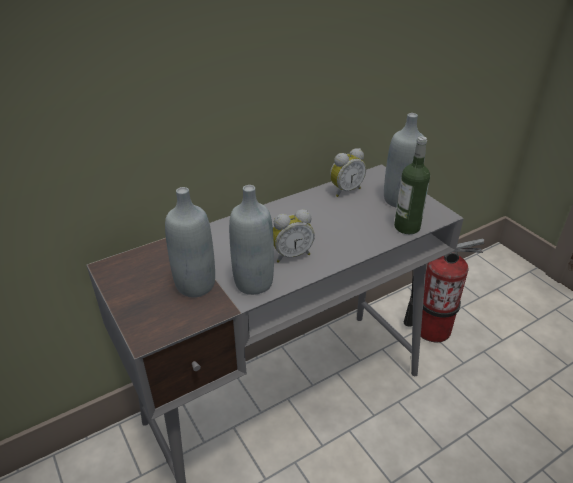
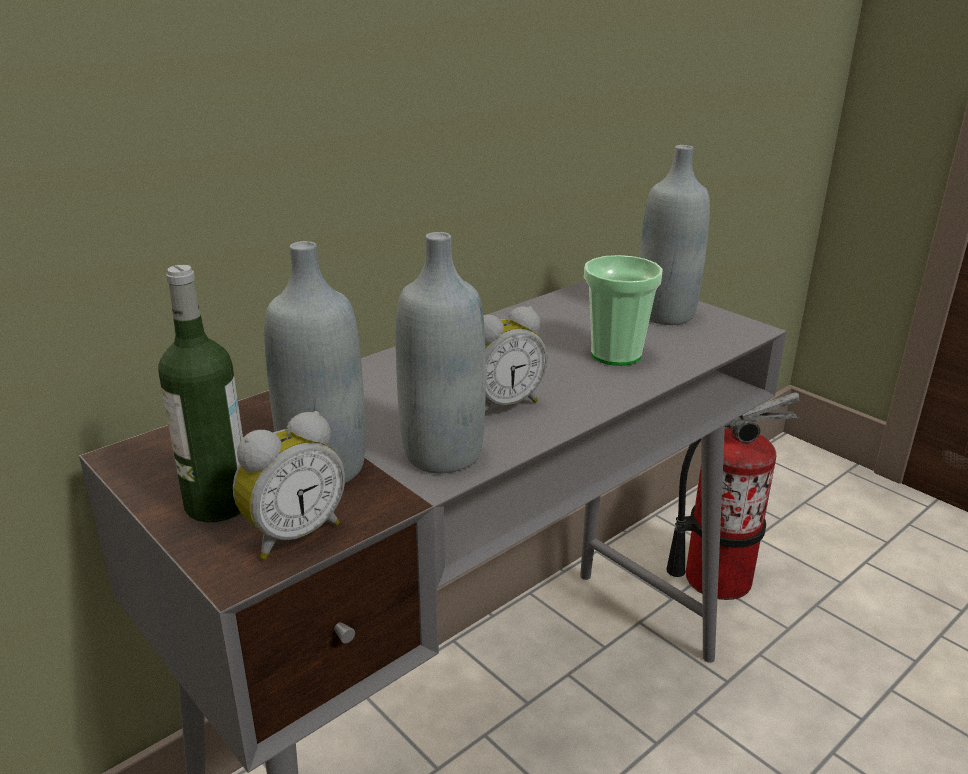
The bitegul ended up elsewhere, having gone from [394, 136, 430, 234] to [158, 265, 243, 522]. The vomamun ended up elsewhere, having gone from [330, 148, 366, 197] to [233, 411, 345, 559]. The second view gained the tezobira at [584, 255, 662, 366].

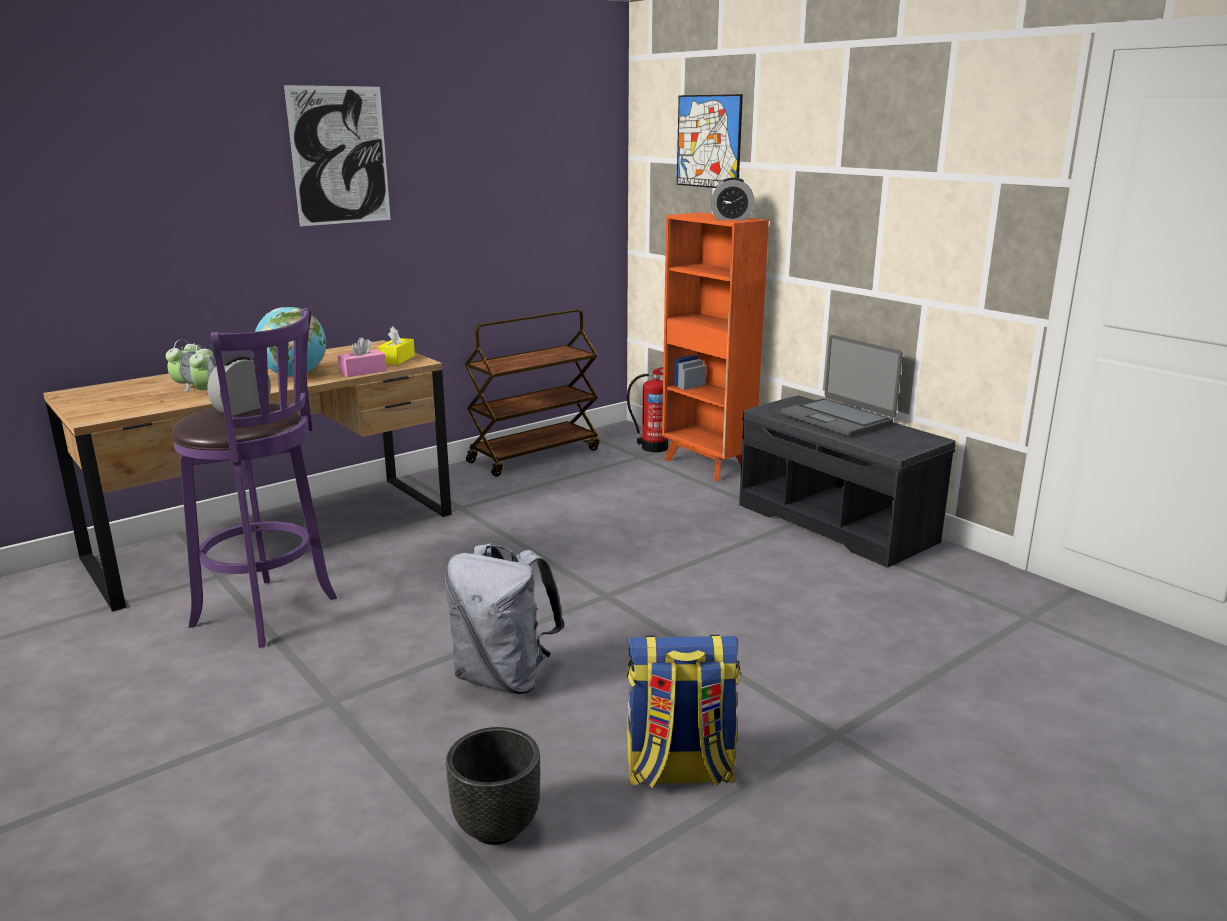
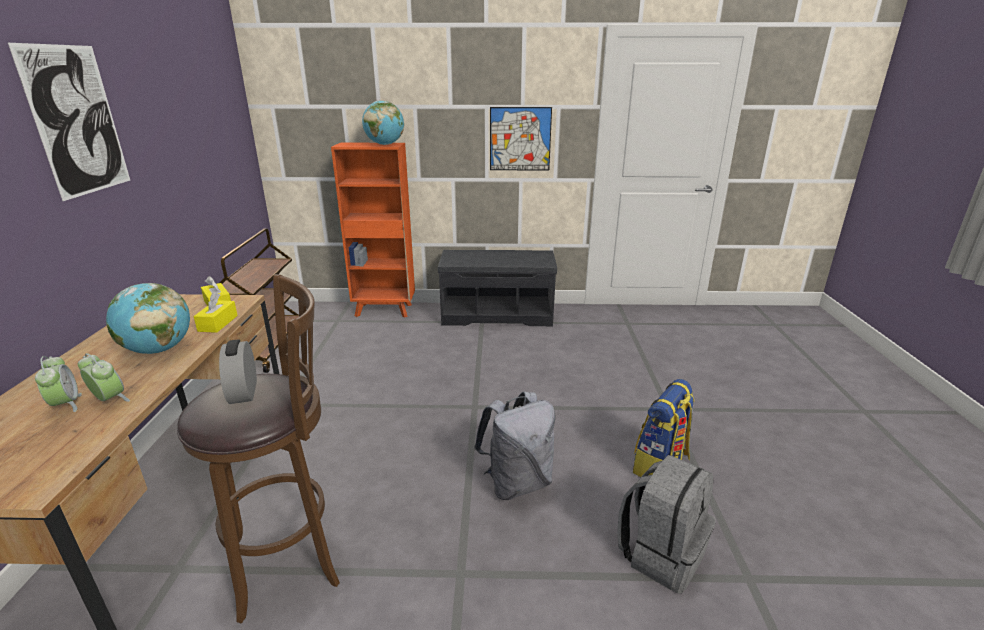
What was the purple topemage at [171, 308, 337, 648] turned into the brown topemage at [177, 274, 340, 623]. What was the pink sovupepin at [338, 337, 387, 377] turned into the yellow sovupepin at [193, 293, 238, 333]. Where the vomamun stood at [711, 178, 754, 220], the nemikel came to stand at [362, 101, 404, 145]. The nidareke ended up elsewhere, having gone from [677, 94, 743, 188] to [490, 107, 552, 170]. Where the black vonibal stood at [446, 727, 540, 845], the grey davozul came to stand at [617, 455, 716, 593]. The second view lost the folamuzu at [627, 367, 668, 452]. The second view lost the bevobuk at [781, 335, 903, 436].

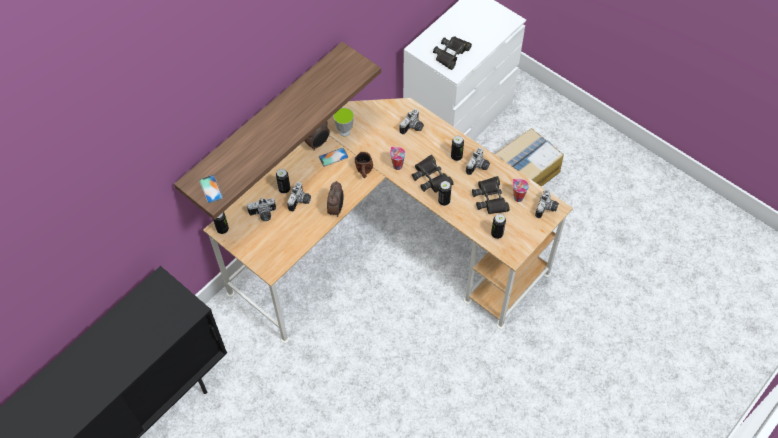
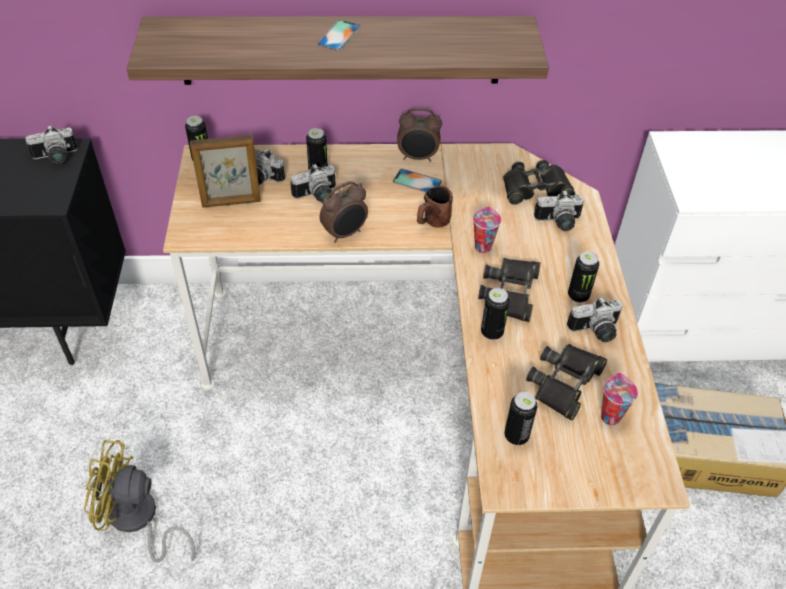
The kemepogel ended up elsewhere, having gone from [535, 189, 559, 218] to [25, 125, 78, 164]. The second view gained the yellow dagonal at [84, 440, 195, 563]. The second view gained the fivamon at [190, 135, 261, 207]. The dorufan ended up elsewhere, having gone from [199, 175, 223, 203] to [317, 20, 361, 51]. The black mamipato ended up elsewhere, having gone from [433, 37, 472, 70] to [503, 160, 575, 205]. The second view lost the tezobira at [333, 107, 354, 136].

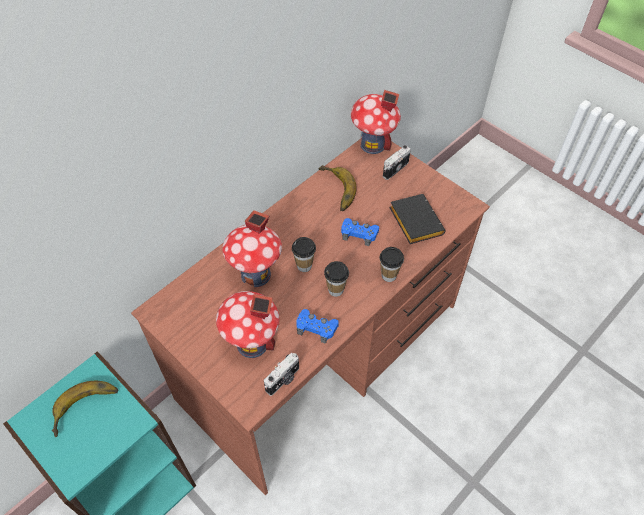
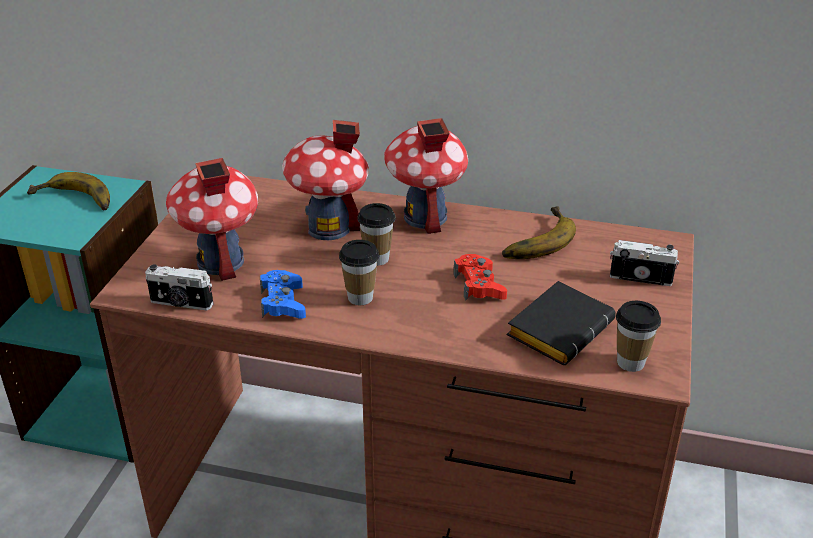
The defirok ended up elsewhere, having gone from [351, 90, 401, 154] to [384, 118, 468, 234]. What was the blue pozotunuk at [341, 218, 379, 246] turned into the red pozotunuk at [453, 254, 507, 301]. The tezobira ended up elsewhere, having gone from [379, 247, 404, 282] to [616, 301, 661, 372].

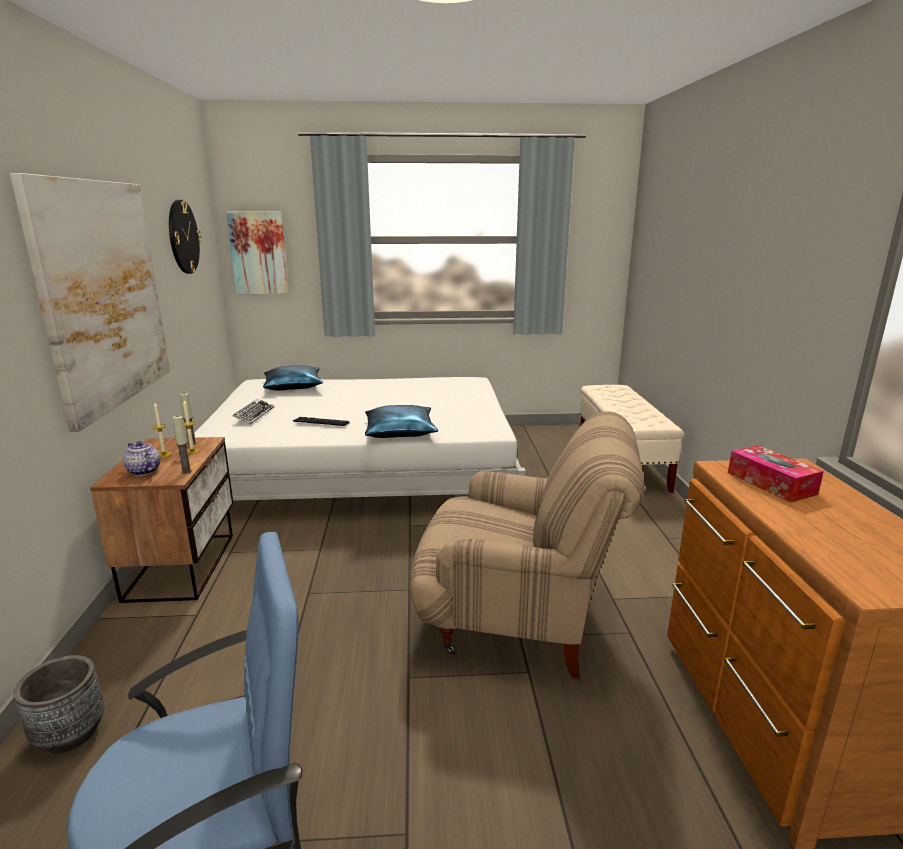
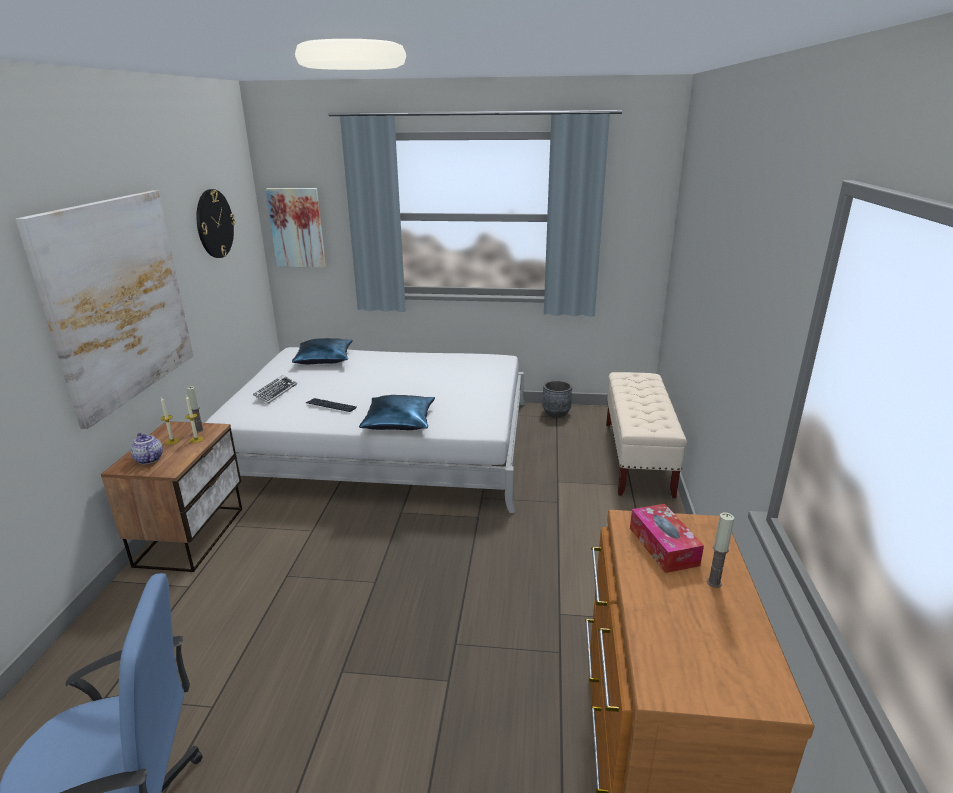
The grey vonibal ended up elsewhere, having gone from [13, 655, 104, 753] to [542, 380, 572, 417]. The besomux ended up elsewhere, having gone from [172, 416, 192, 474] to [707, 512, 734, 588]. The second view lost the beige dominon at [409, 411, 644, 679].

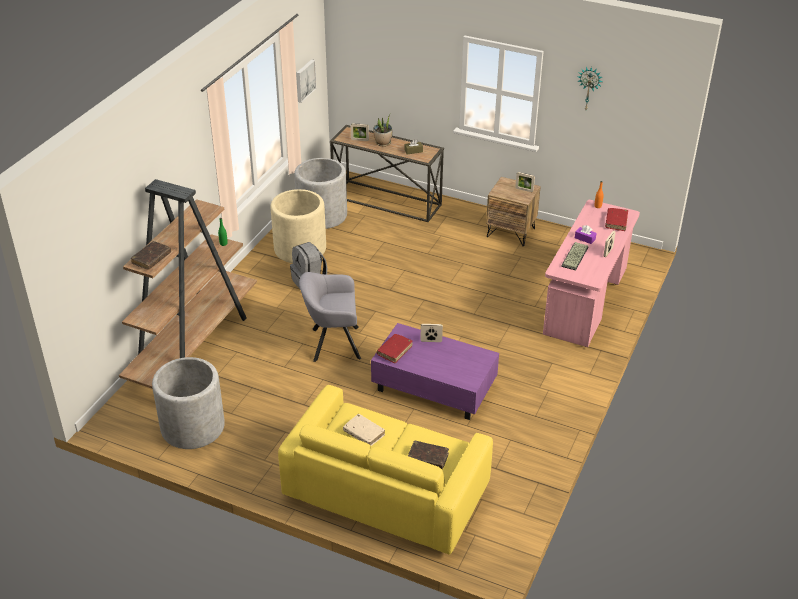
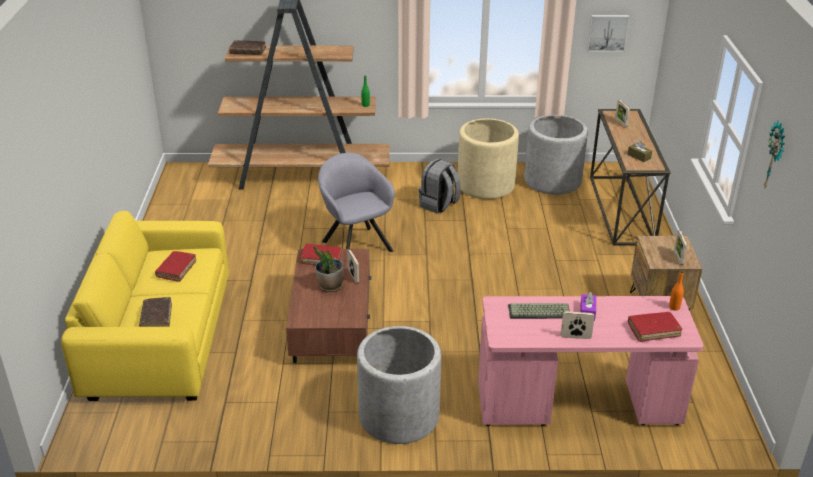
What was the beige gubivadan at [343, 414, 385, 446] turned into the red gubivadan at [155, 251, 196, 282]. What was the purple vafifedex at [371, 323, 499, 420] turned into the brown vafifedex at [286, 249, 371, 363]. The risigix ended up elsewhere, having gone from [373, 113, 392, 146] to [314, 246, 344, 292]. The grey vonibal ended up elsewhere, having gone from [152, 357, 225, 449] to [357, 326, 441, 444].

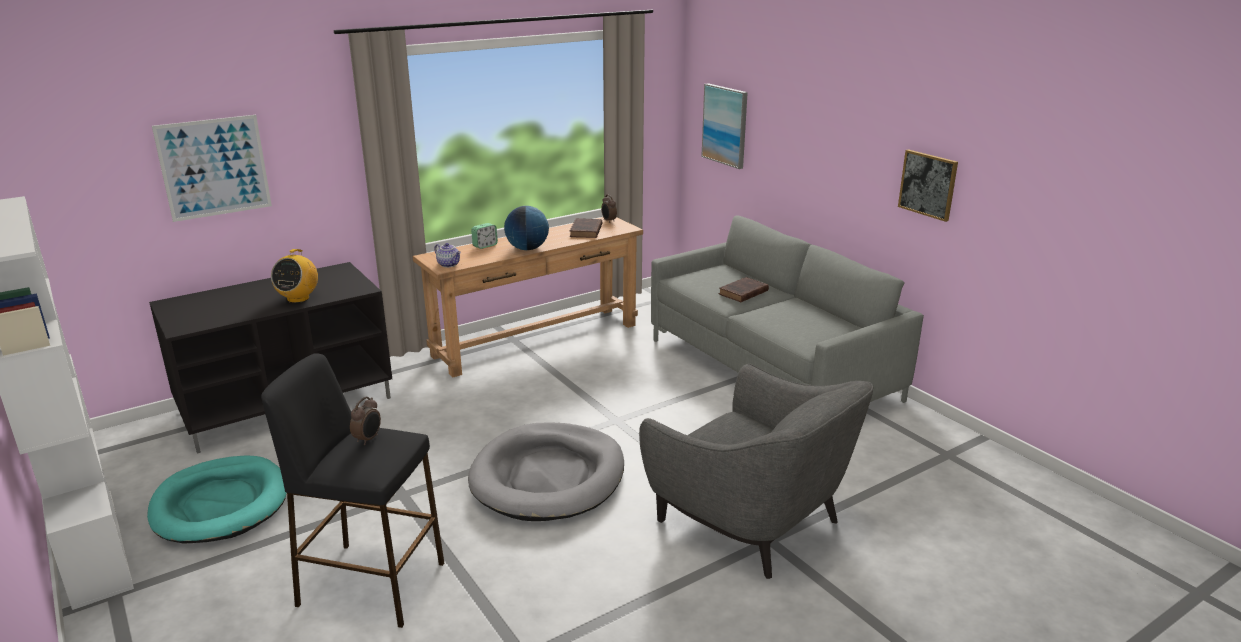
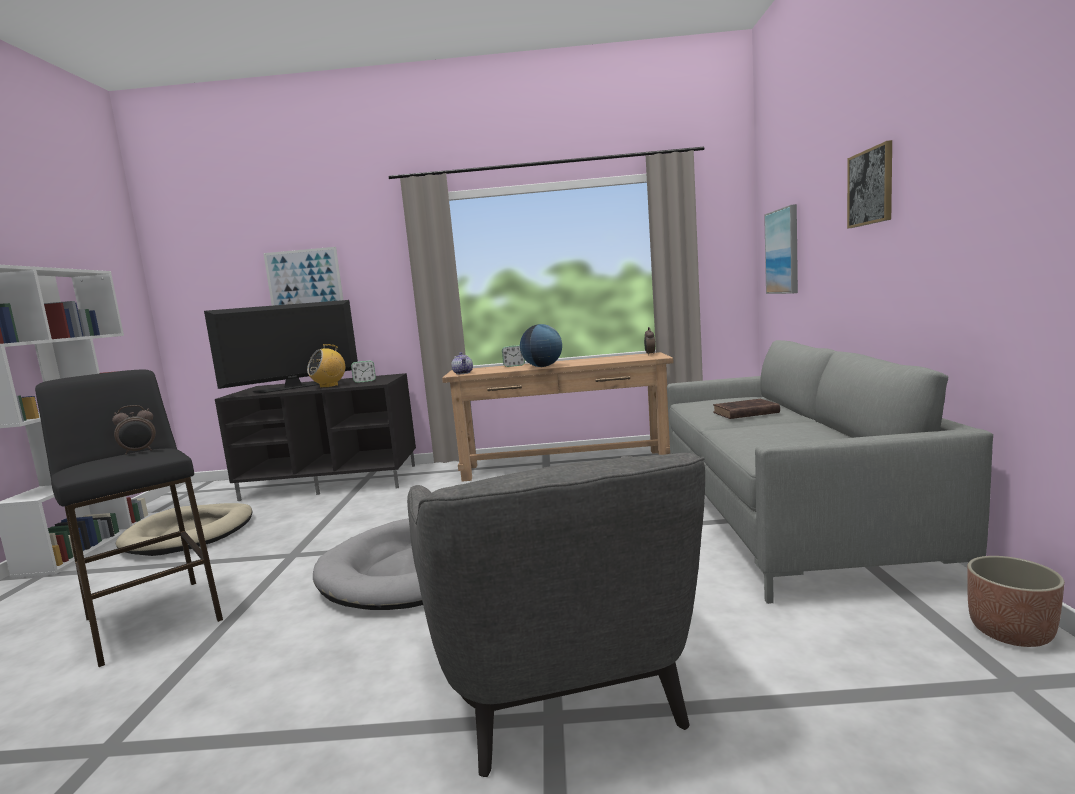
What was the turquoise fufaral at [147, 455, 287, 544] turned into the beige fufaral at [116, 503, 252, 556]. The second view gained the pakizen at [204, 300, 358, 393]. The second view gained the vomamun at [351, 361, 376, 383]. The nidareke ended up elsewhere, having gone from [898, 149, 958, 222] to [847, 140, 892, 229]. The second view gained the vonibal at [967, 556, 1065, 647]. The second view lost the brown gubivadan at [570, 218, 602, 238].

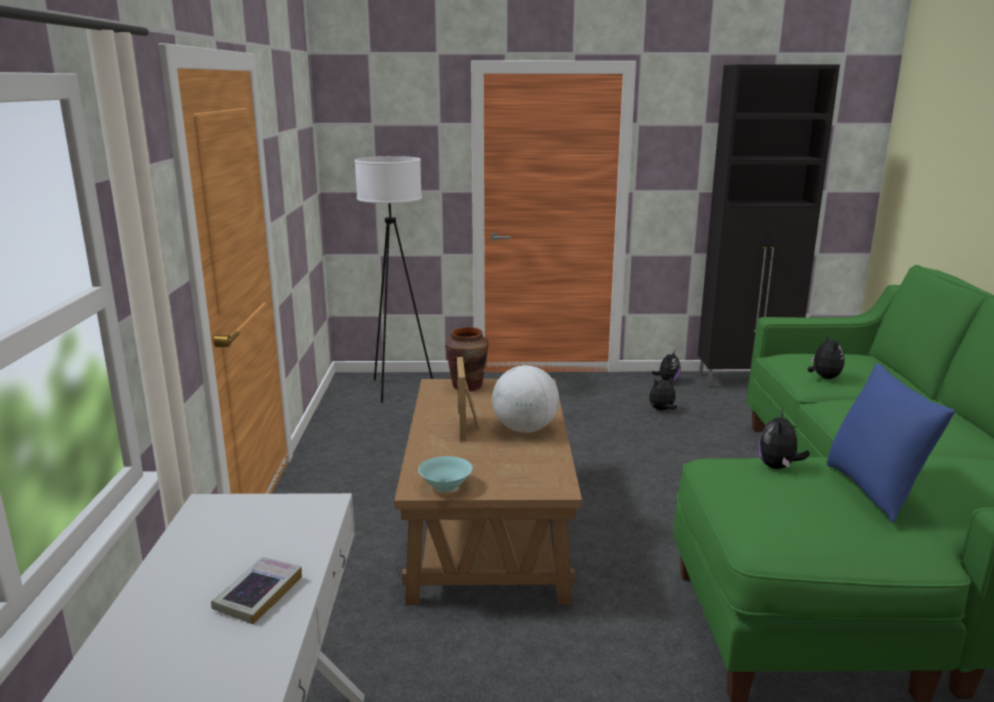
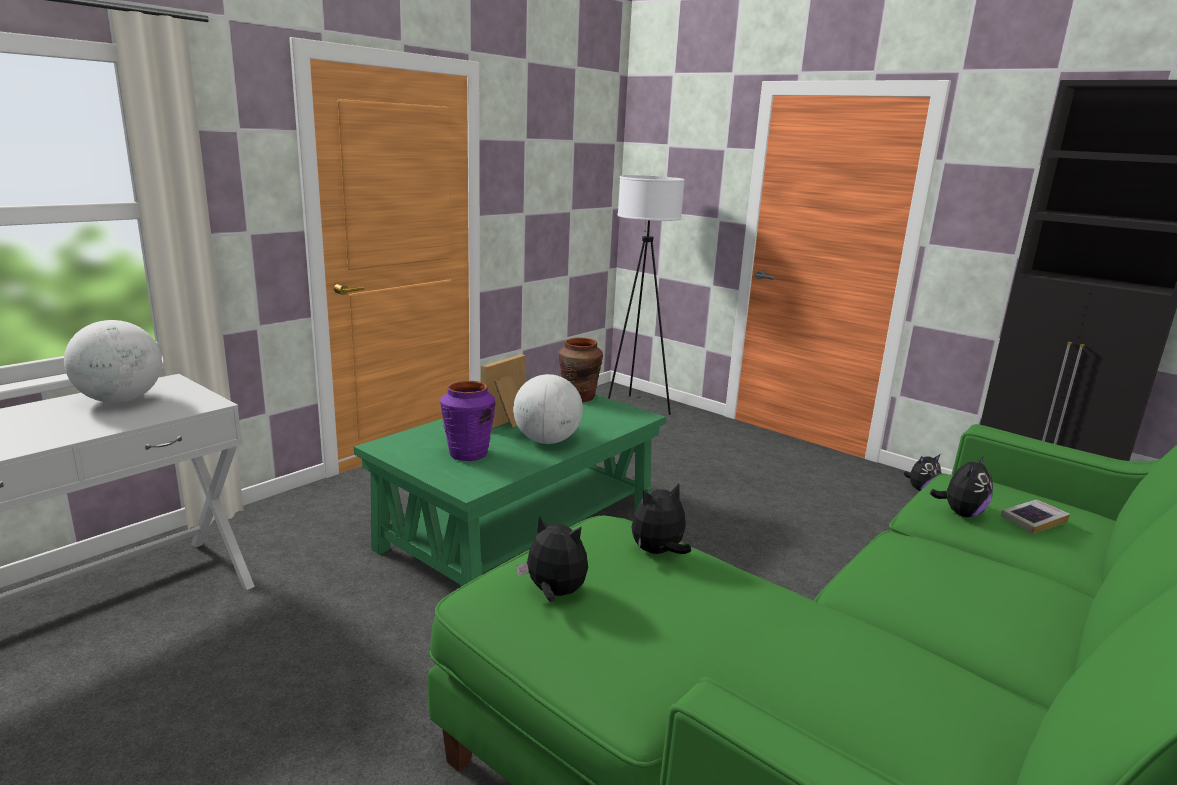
The second view gained the nemikel at [64, 320, 162, 403]. What was the brown vafifedex at [394, 379, 582, 605] turned into the green vafifedex at [354, 394, 666, 586]. The second view gained the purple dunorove at [440, 381, 496, 461]. The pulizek ended up elsewhere, having gone from [649, 378, 677, 411] to [516, 515, 588, 602]. The gubivadan ended up elsewhere, having gone from [211, 557, 302, 624] to [1000, 500, 1070, 534]. The second view lost the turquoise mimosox at [418, 456, 473, 492]. The second view lost the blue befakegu at [826, 363, 955, 523].

